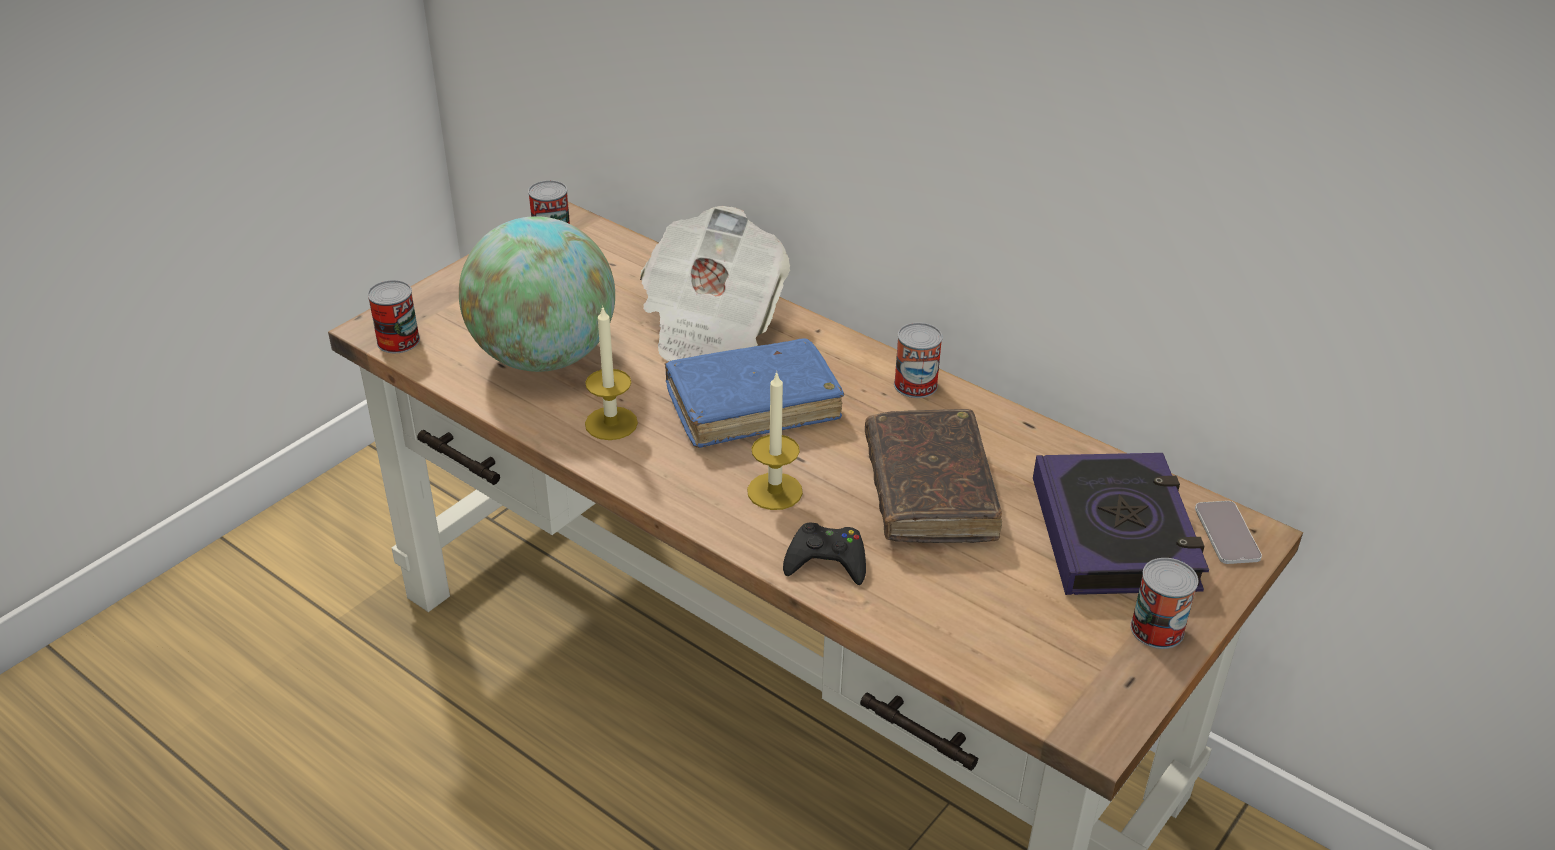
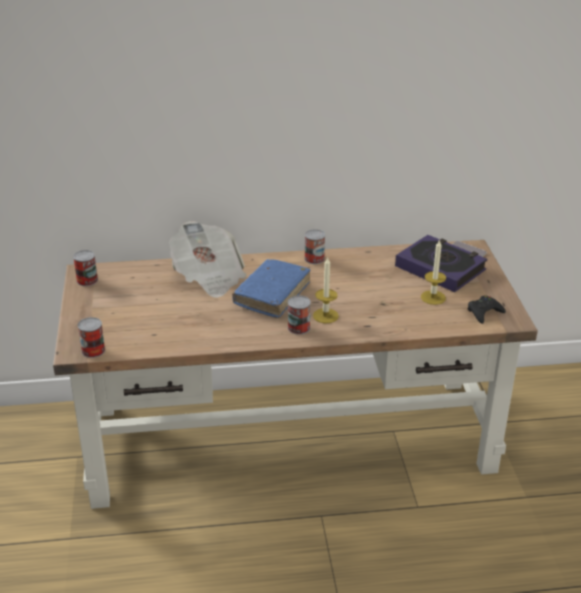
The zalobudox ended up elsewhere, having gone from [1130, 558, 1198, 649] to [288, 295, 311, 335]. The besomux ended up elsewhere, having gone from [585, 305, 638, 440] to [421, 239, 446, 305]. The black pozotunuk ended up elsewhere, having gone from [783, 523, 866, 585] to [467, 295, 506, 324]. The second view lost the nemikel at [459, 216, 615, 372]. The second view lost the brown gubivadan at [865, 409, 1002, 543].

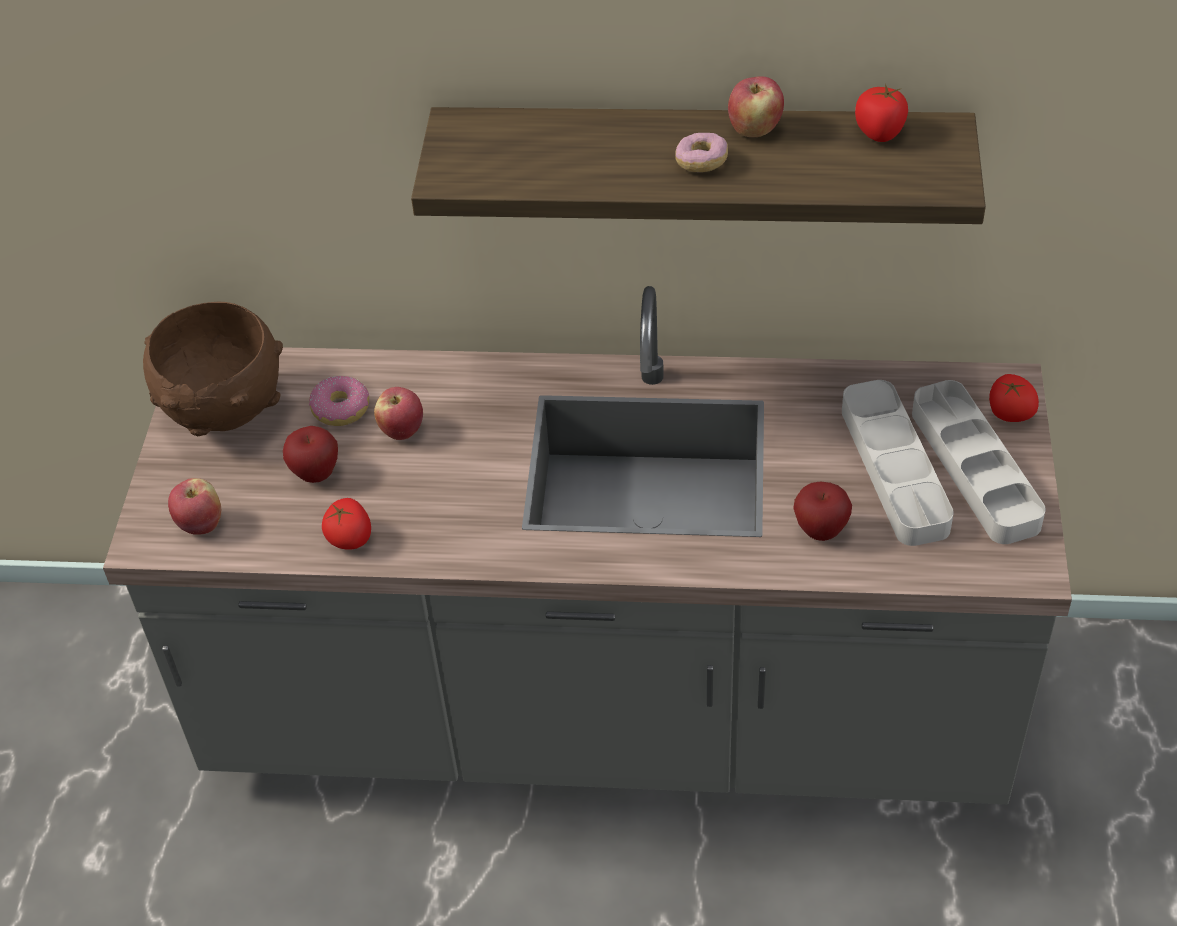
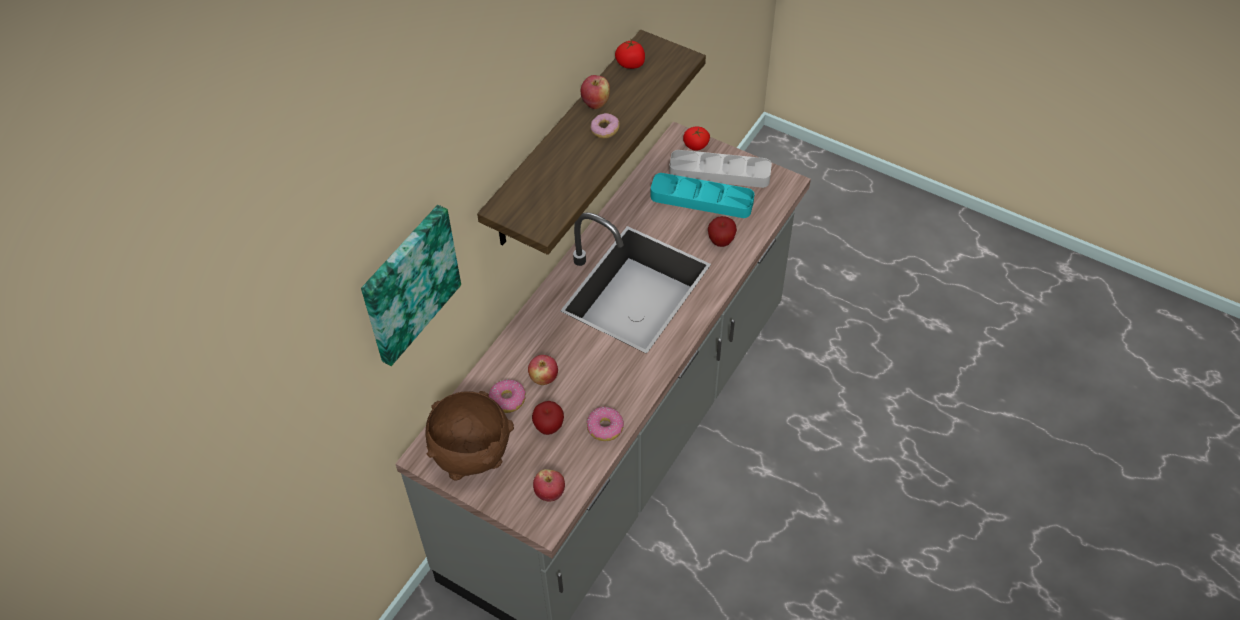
The second view gained the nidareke at [361, 205, 461, 366]. Where the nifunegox stood at [322, 498, 371, 550], the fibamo came to stand at [587, 407, 624, 441]. What was the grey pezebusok at [842, 380, 954, 546] turned into the turquoise pezebusok at [651, 173, 754, 218].

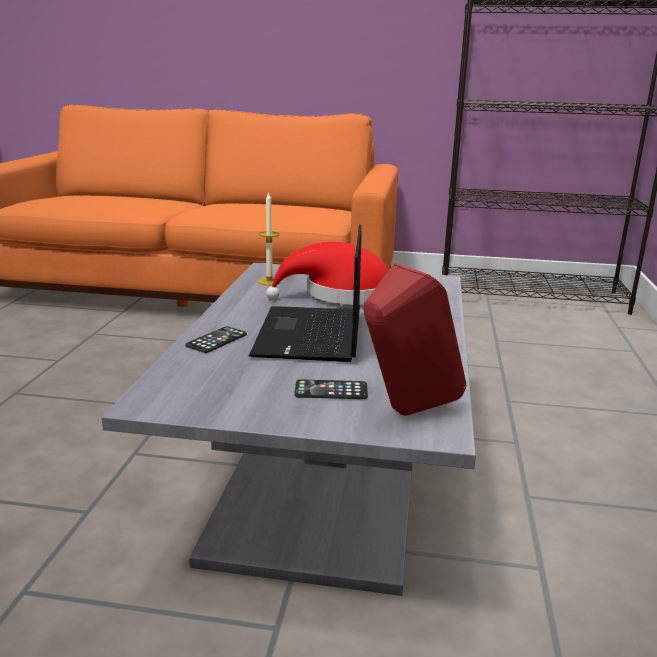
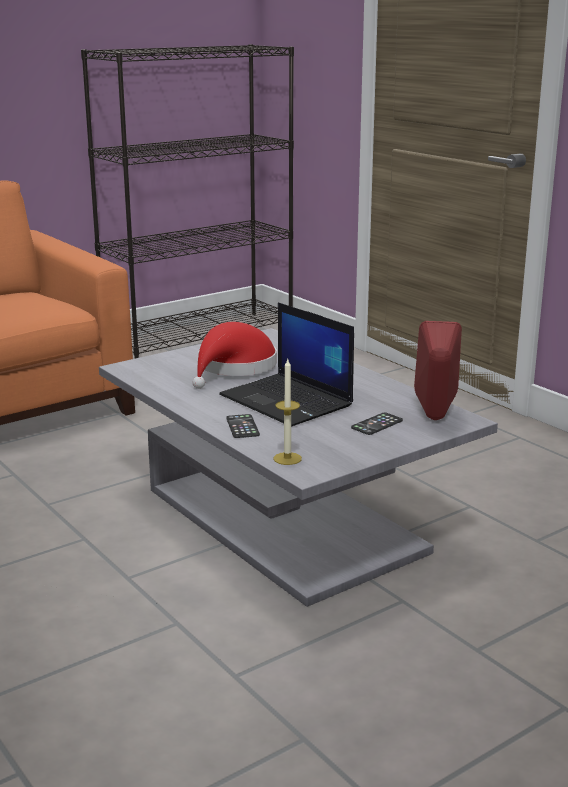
The besomux ended up elsewhere, having gone from [258, 191, 282, 285] to [273, 359, 302, 465].

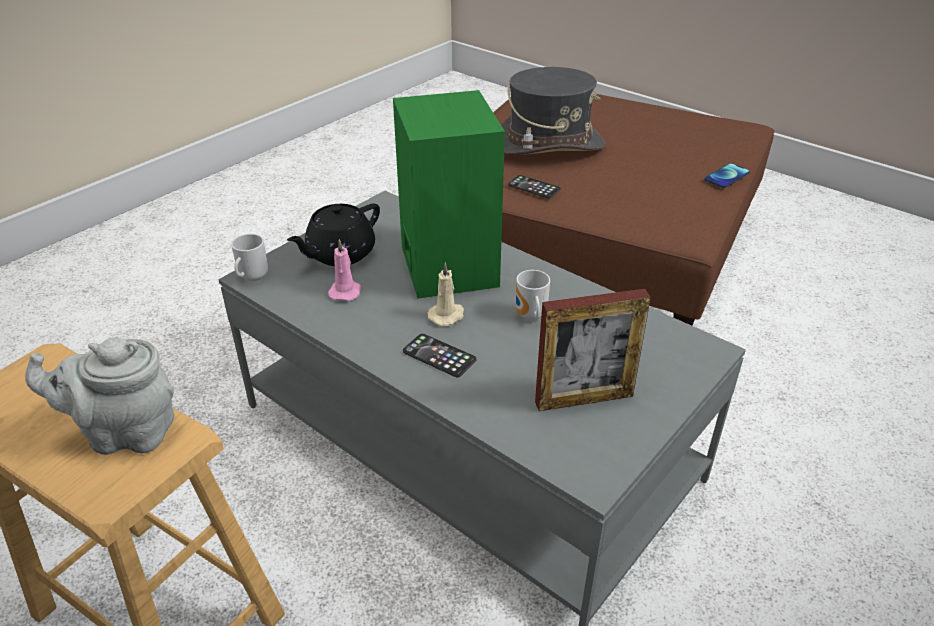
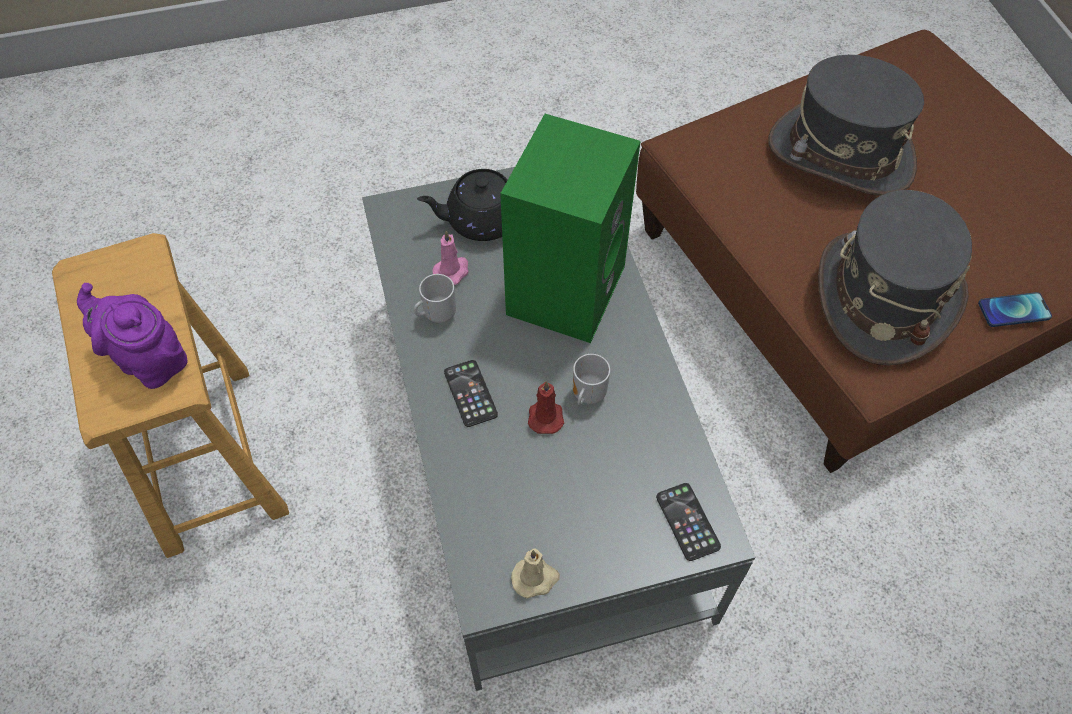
What was the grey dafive at [25, 337, 174, 455] turned into the purple dafive at [77, 283, 188, 389]. The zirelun ended up elsewhere, having gone from [231, 234, 268, 281] to [414, 274, 456, 323]. The beige besomux ended up elsewhere, having gone from [428, 262, 464, 326] to [511, 548, 560, 599]. The second view gained the red besomux at [528, 381, 564, 434]. The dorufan ended up elsewhere, having gone from [508, 175, 561, 199] to [656, 483, 721, 561]. The second view gained the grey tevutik at [818, 190, 972, 366]. The second view lost the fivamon at [535, 289, 651, 411].

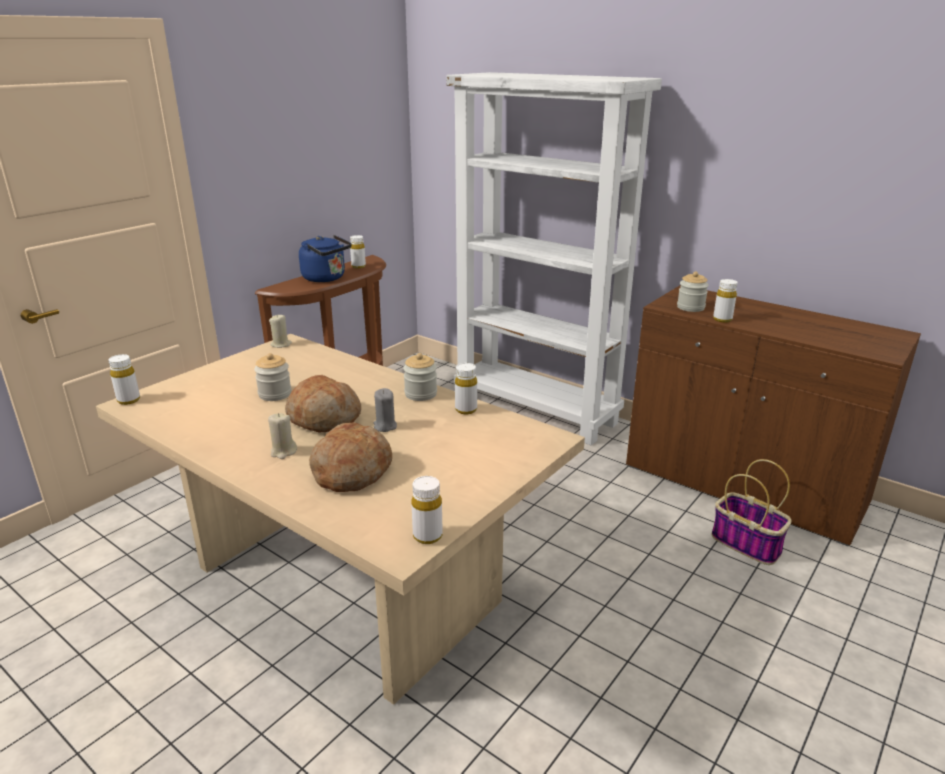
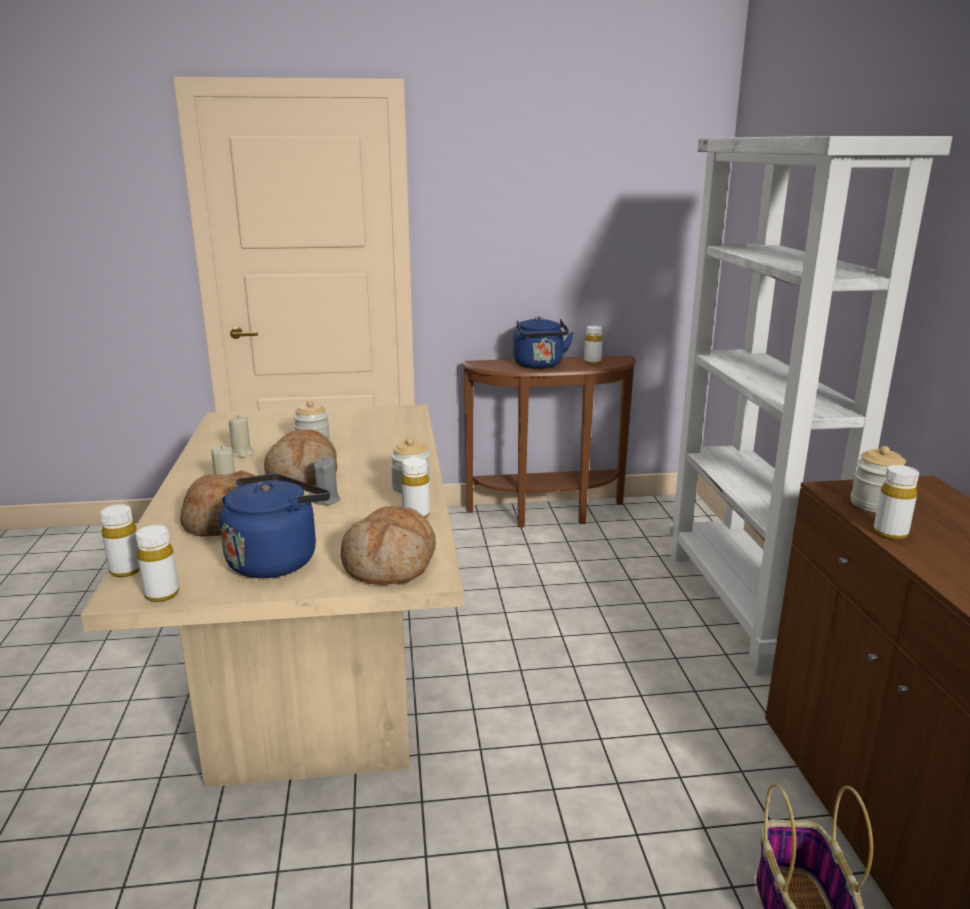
The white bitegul ended up elsewhere, having gone from [108, 354, 140, 405] to [100, 504, 140, 577]. The second view gained the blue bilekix at [219, 474, 330, 578]. The beige besomux ended up elsewhere, having gone from [269, 314, 292, 348] to [229, 415, 254, 457]. The second view gained the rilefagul at [341, 506, 436, 585].

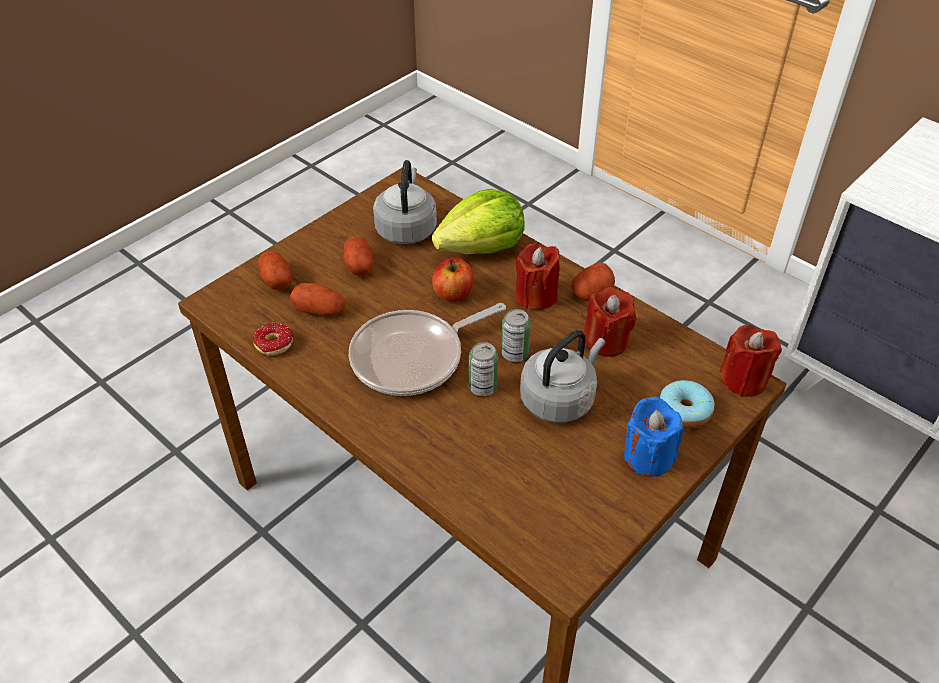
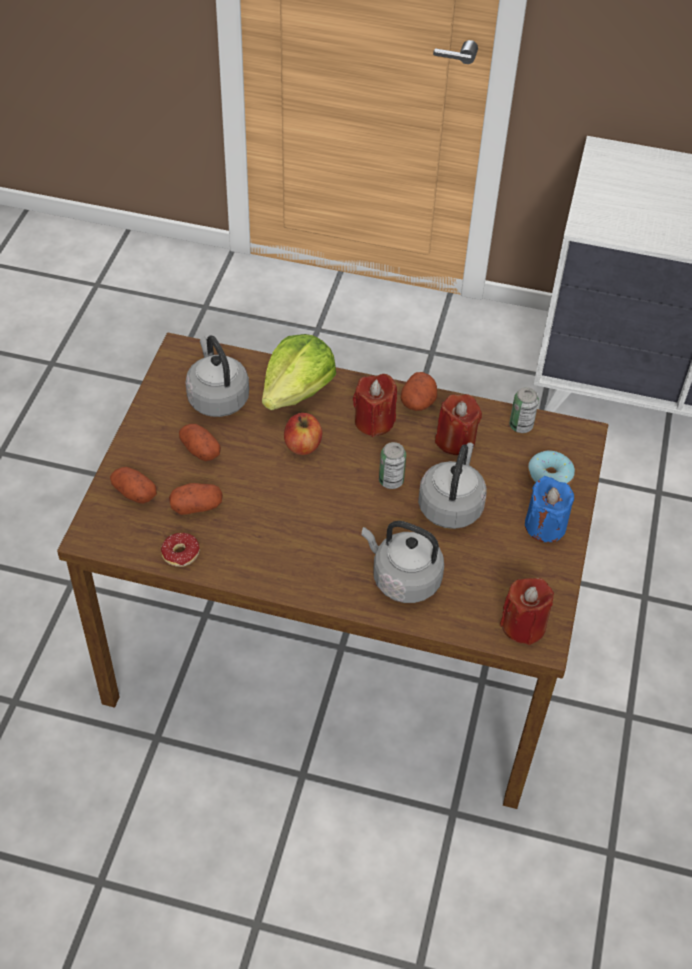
The second view gained the grey bilekix at [362, 521, 444, 603]. The red besomux ended up elsewhere, having gone from [719, 325, 782, 397] to [500, 578, 554, 645]. The zalobudox ended up elsewhere, having gone from [469, 342, 498, 396] to [509, 387, 539, 433]. The second view lost the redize at [349, 303, 506, 396].

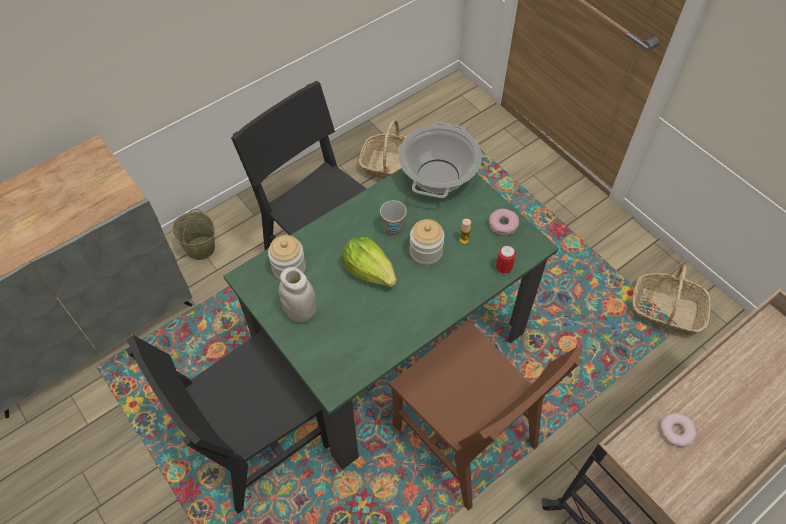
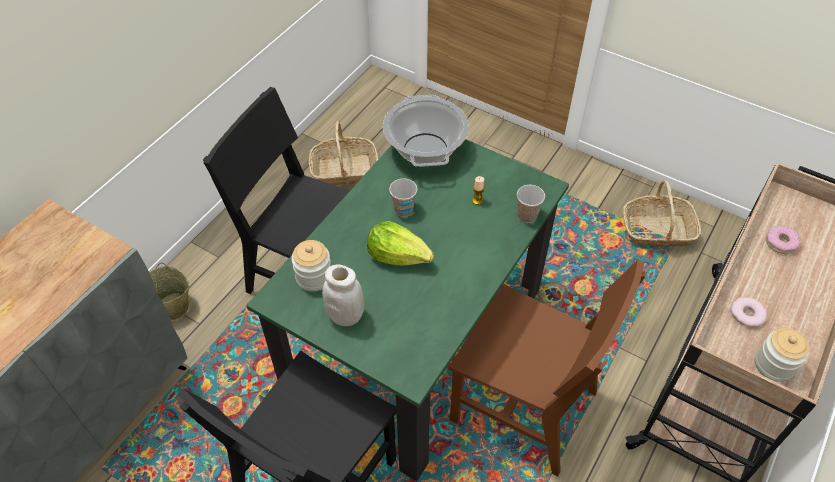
Where the zalobudox stood at [496, 246, 516, 274], the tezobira came to stand at [517, 185, 545, 223]. The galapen ended up elsewhere, having gone from [410, 219, 445, 266] to [755, 328, 809, 382]. The fibamo ended up elsewhere, having gone from [489, 208, 519, 235] to [766, 225, 801, 254].

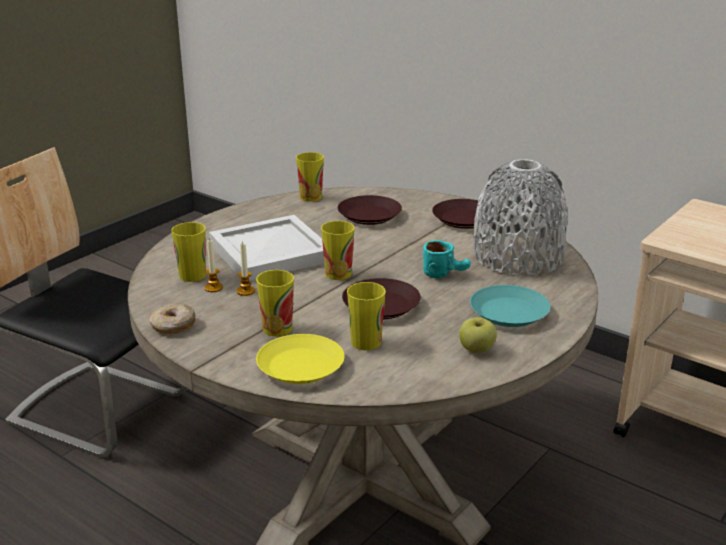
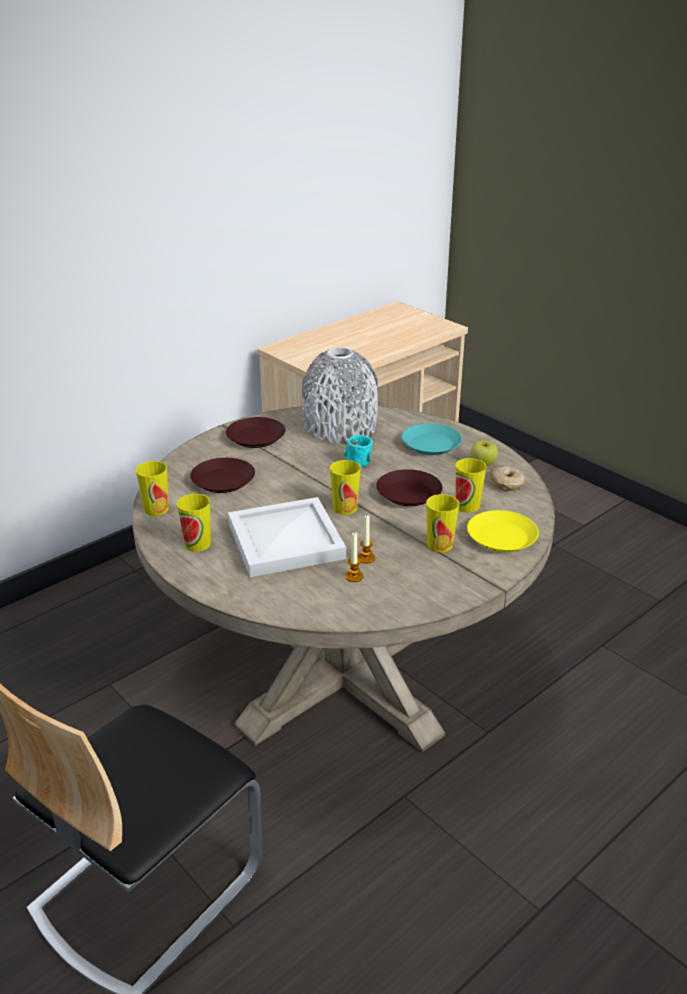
The tezobira ended up elsewhere, having gone from [171, 222, 206, 282] to [177, 494, 211, 552]. The fibamo ended up elsewhere, having gone from [150, 303, 195, 334] to [490, 466, 524, 491].

